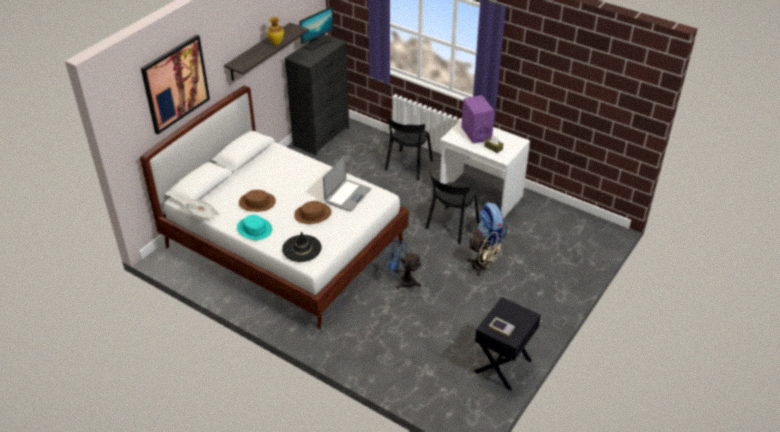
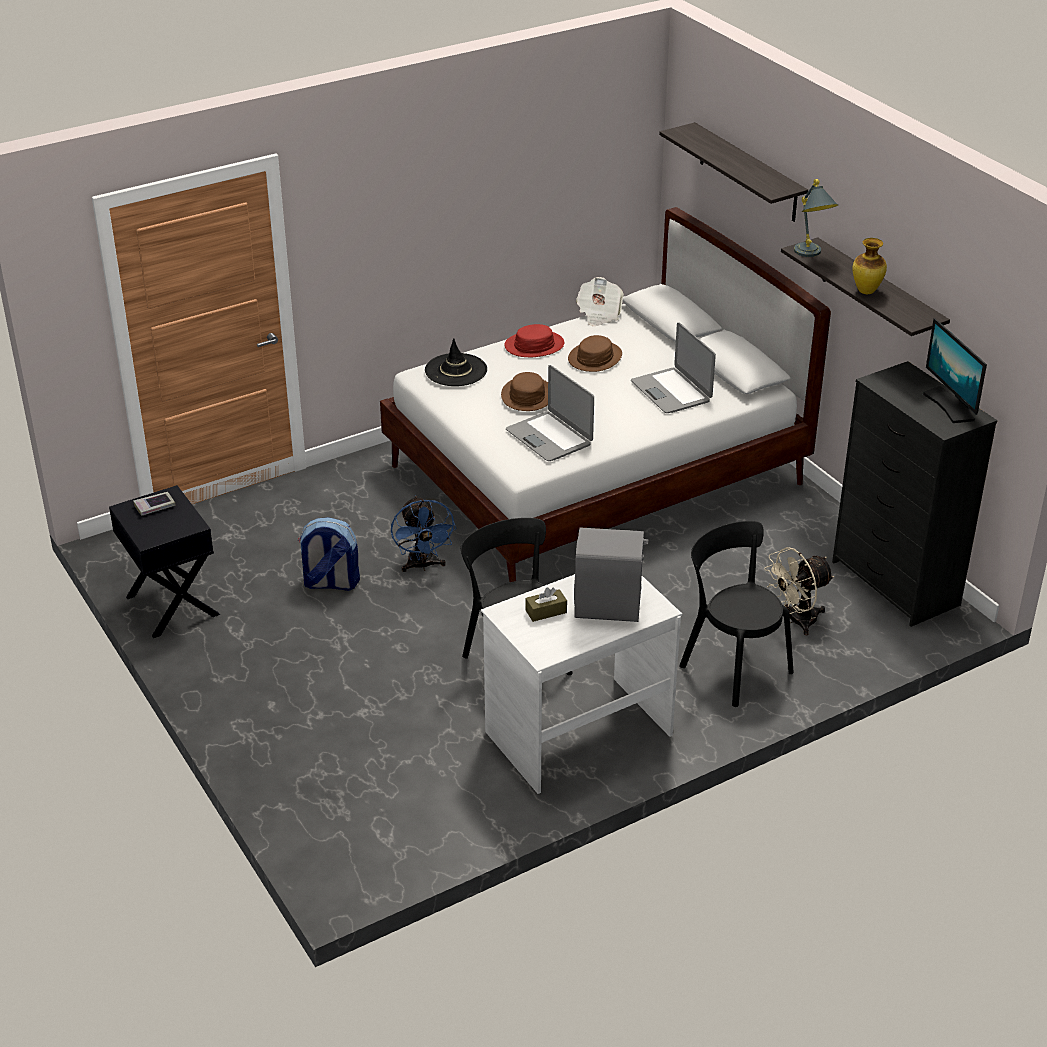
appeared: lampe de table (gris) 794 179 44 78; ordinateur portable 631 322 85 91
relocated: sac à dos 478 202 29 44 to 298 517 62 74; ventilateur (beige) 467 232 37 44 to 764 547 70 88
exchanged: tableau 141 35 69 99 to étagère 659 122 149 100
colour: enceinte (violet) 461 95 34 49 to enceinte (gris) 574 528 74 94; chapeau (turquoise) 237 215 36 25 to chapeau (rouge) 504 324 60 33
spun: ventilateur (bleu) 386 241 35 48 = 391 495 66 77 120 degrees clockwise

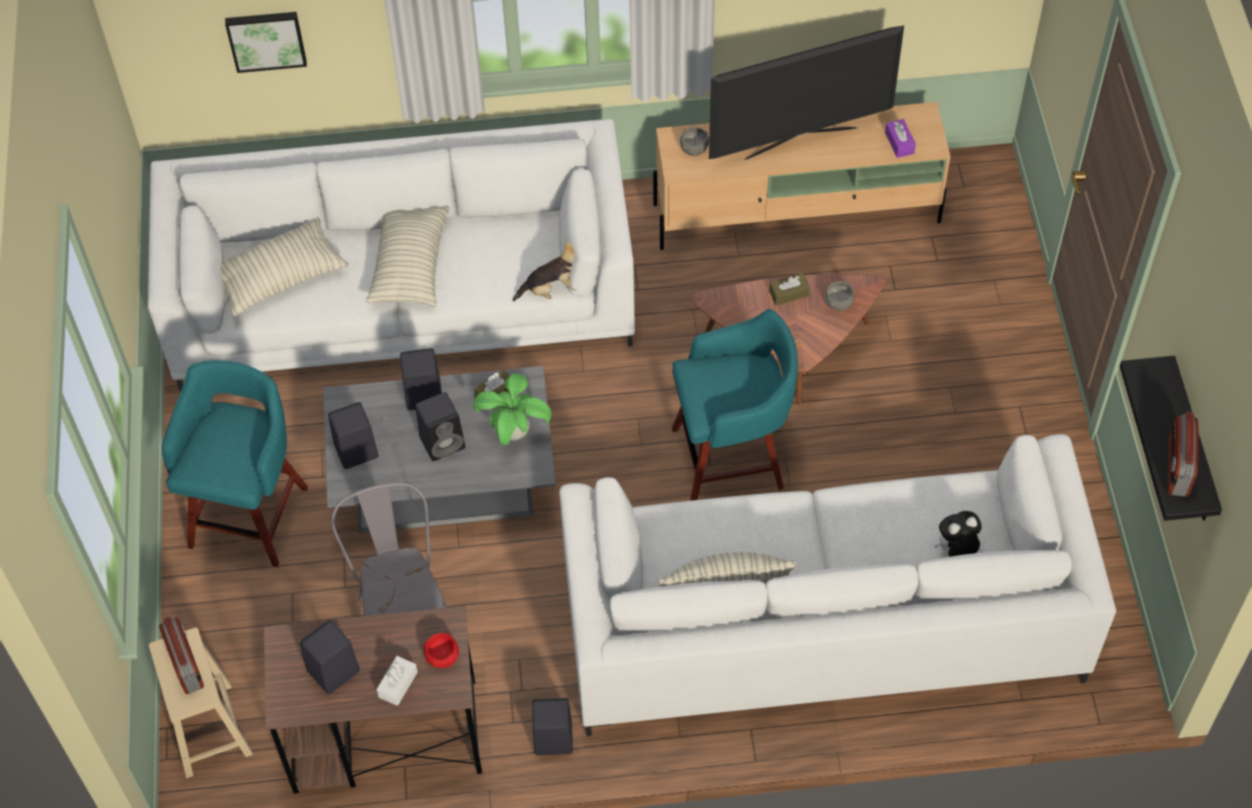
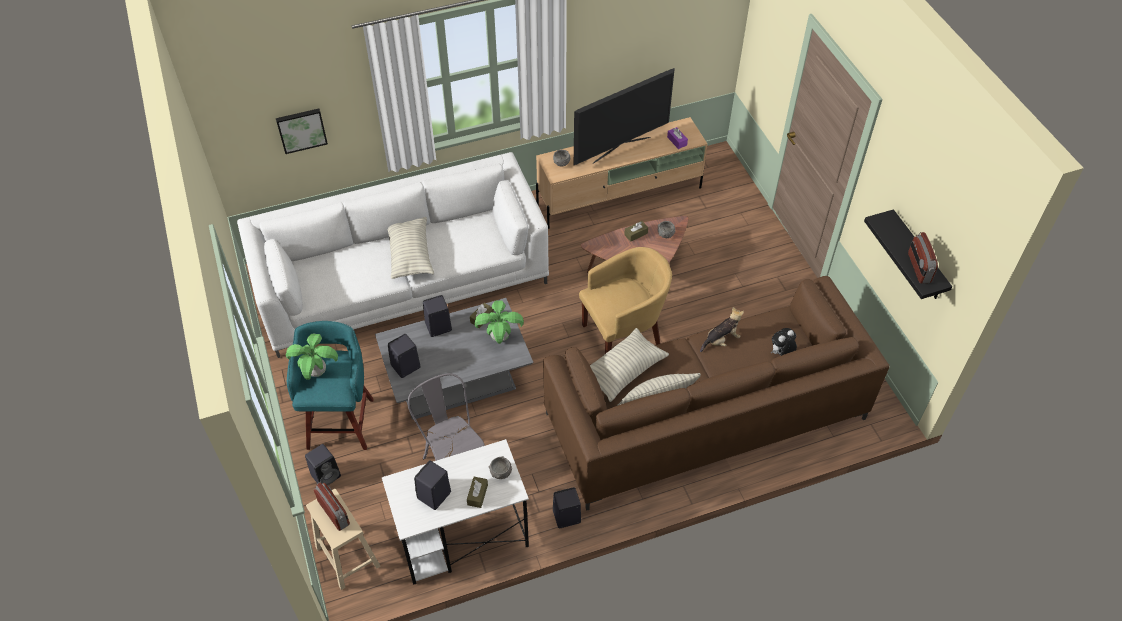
appeared: plante en pot 286 333 52 47
relocated: coussin 221 217 127 99 to 590 328 79 74; peluche 513 240 64 61 to 700 307 44 45; enceinte (noir) 415 392 50 69 to 305 444 36 41
exchanged: tabouret (turquoise) 672 309 126 192 to fauteuil (jaune) 579 247 93 107
colour: canapé (blanc) 559 434 557 302 to canapé (marron) 543 276 347 235; bureau (marron) 264 606 218 188 to bureau (blanc) 382 439 147 146; bol (rouge) 423 633 36 35 to bol (gris) 488 456 24 23; boîte à mouchoirs (blanc) 376 656 42 50 to boîte à mouchoirs (marron) 467 477 21 31

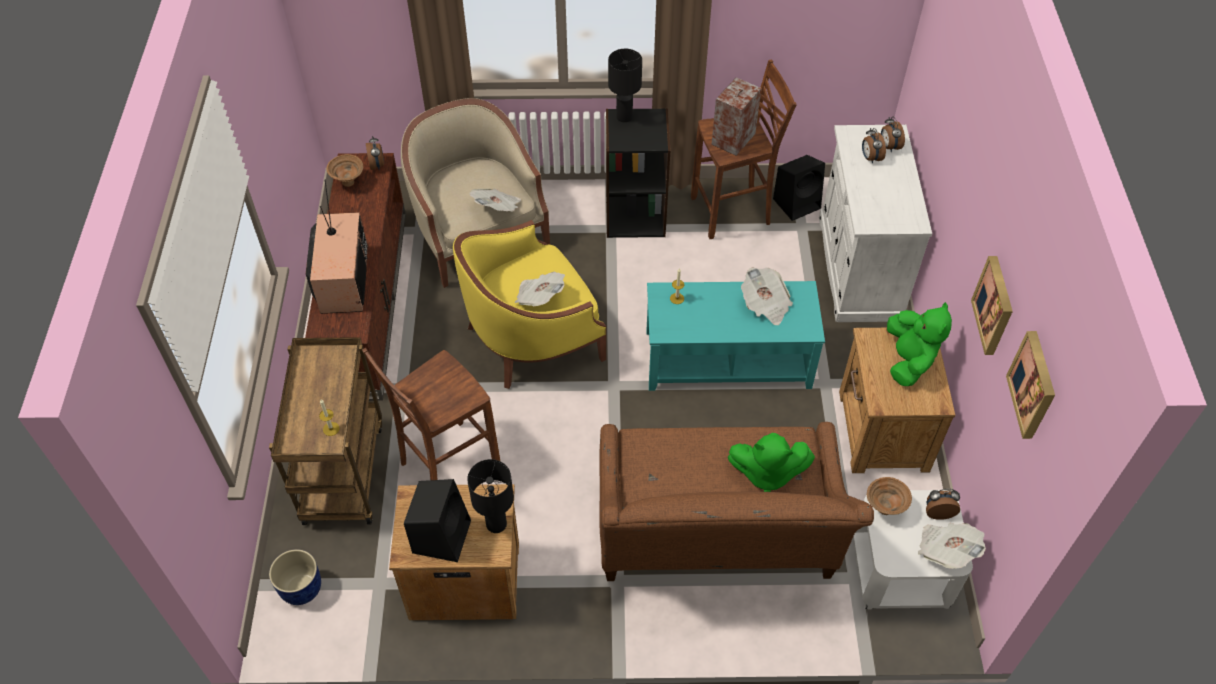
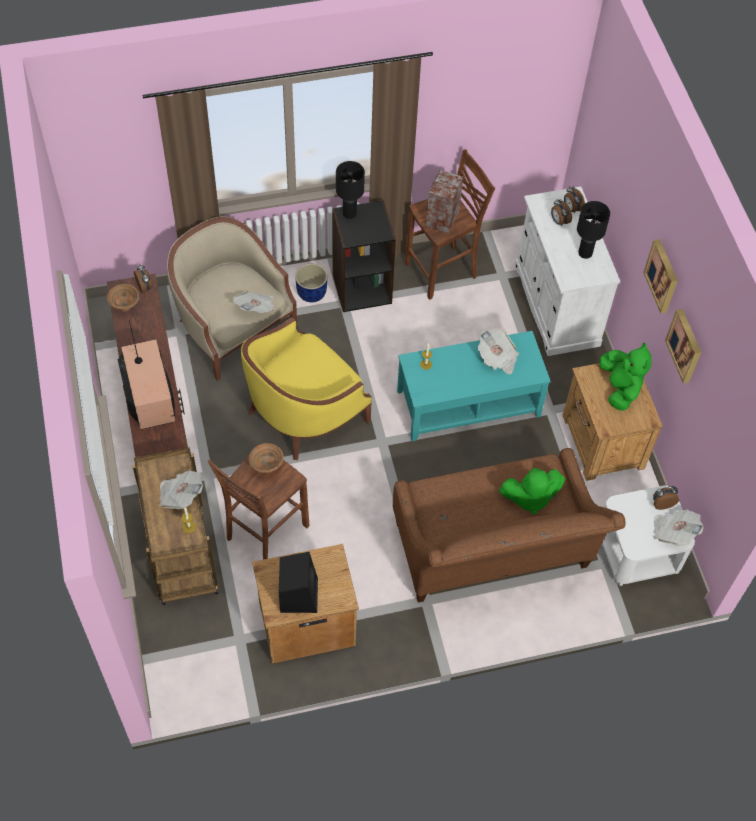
missing: enceinte (noir) 773 155 52 66
relocated: journal 515 271 50 35 to 159 470 44 40; tableau 1006 331 49 108 to 643 239 35 74; lampe de table (noir) 467 459 47 74 to 577 201 33 58; bol (marron) 867 477 45 38 to 249 443 35 30; cache-pot (bleu) 269 549 52 56 to 295 264 32 38

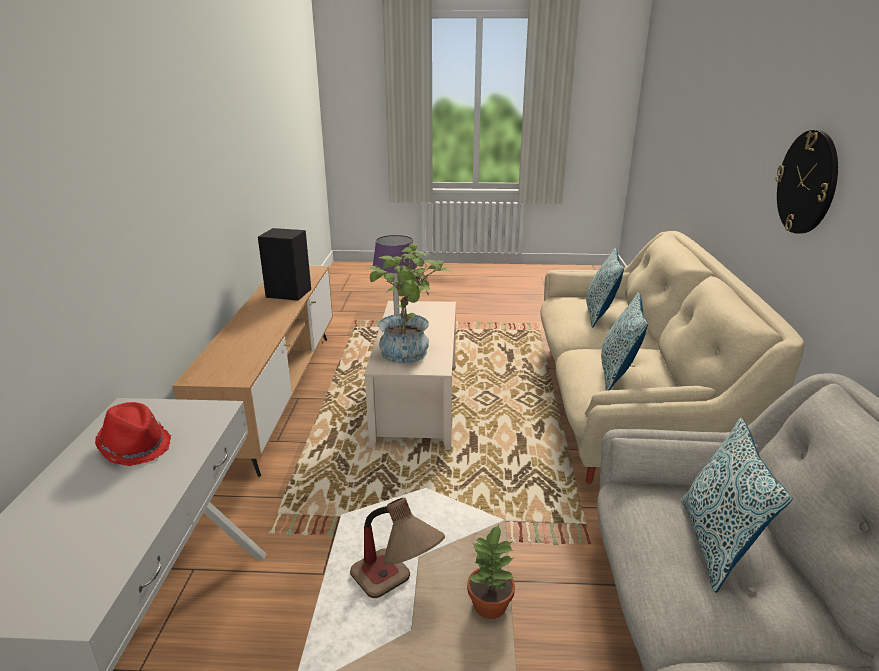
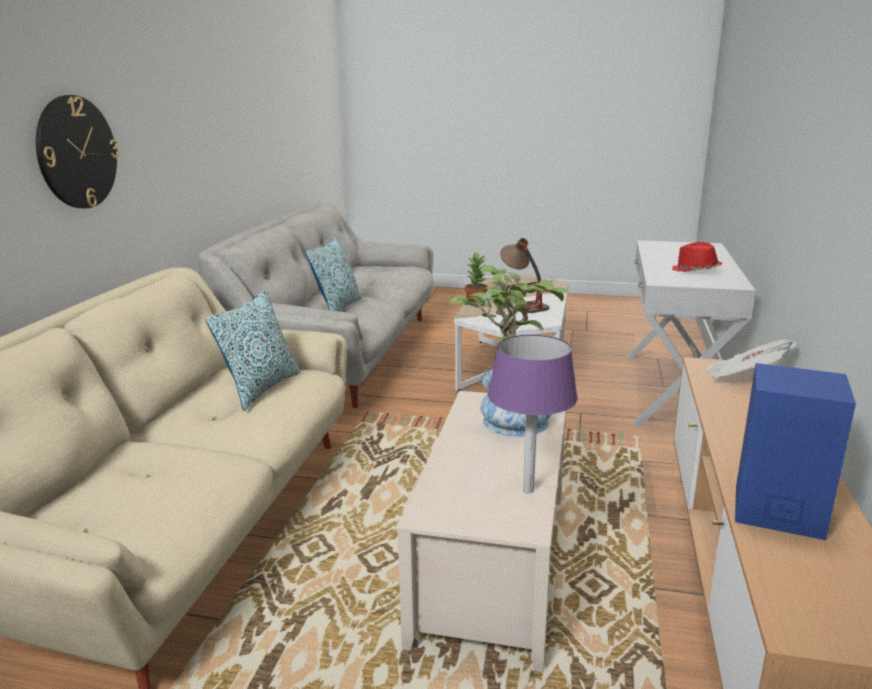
missing: coussin 586 248 38 80
appeared: journal 706 339 90 40
colour: enceinte (noir) 258 228 53 73 to enceinte (bleu) 735 363 121 177

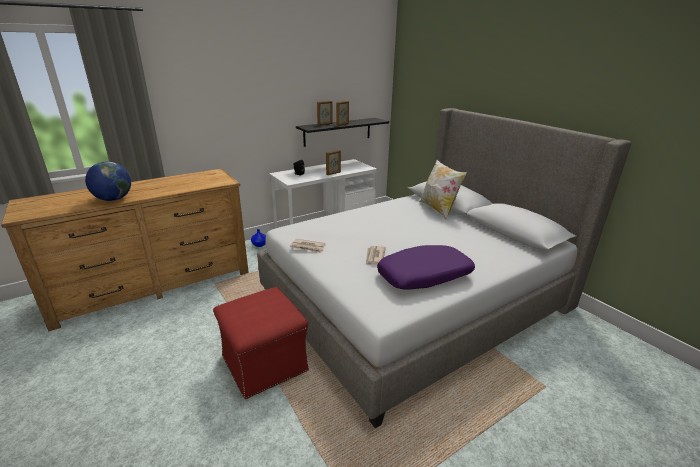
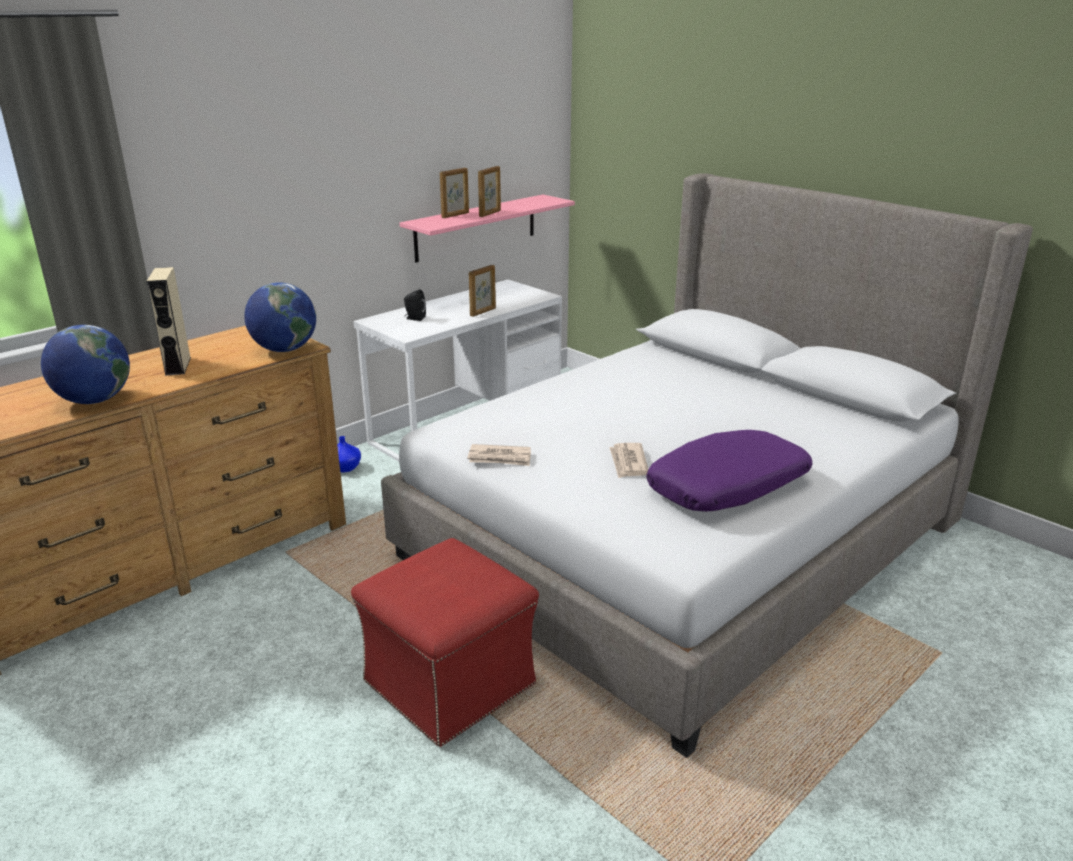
missing: coussin 419 160 48 60
appeared: enceinte (beige) 146 267 45 109; globe 244 282 72 70
colour: étagère (noir) 296 118 93 29 to étagère (rose) 399 195 176 68

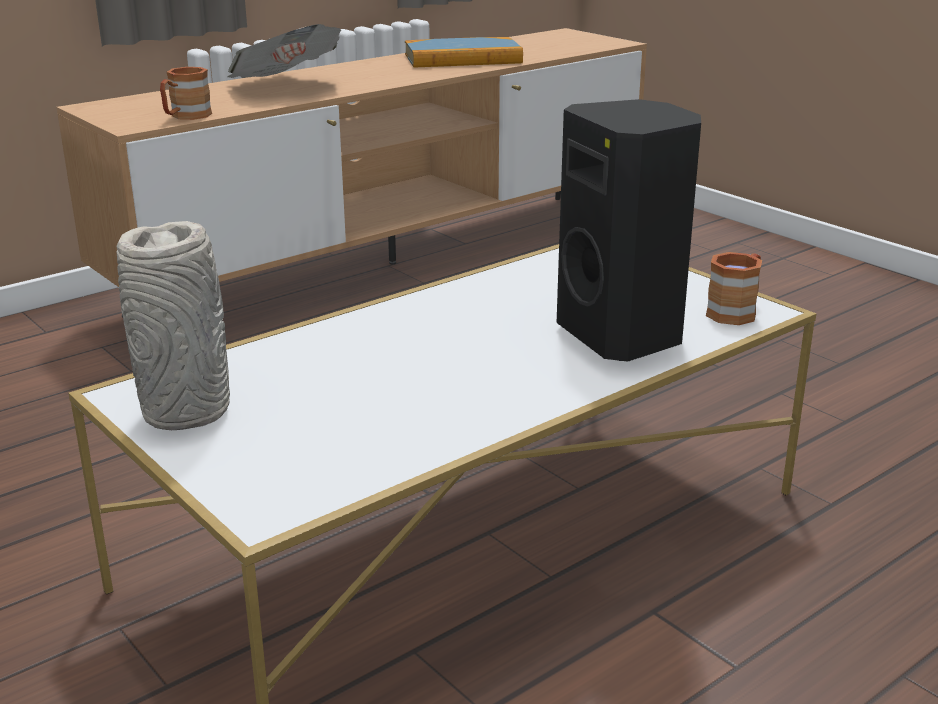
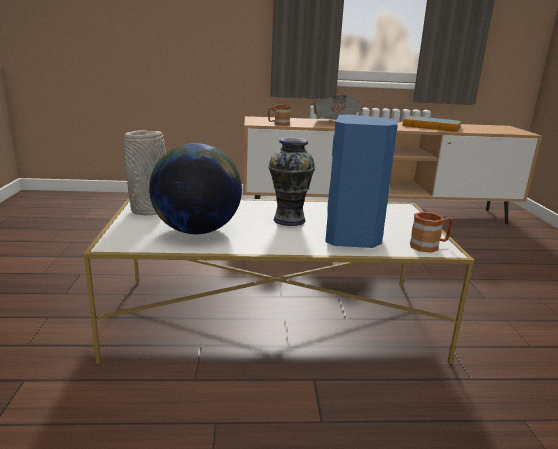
appeared: vase 268 138 47 88; globe 149 143 93 91
colour: enceinte (noir) 557 99 144 263 to enceinte (bleu) 325 115 73 133

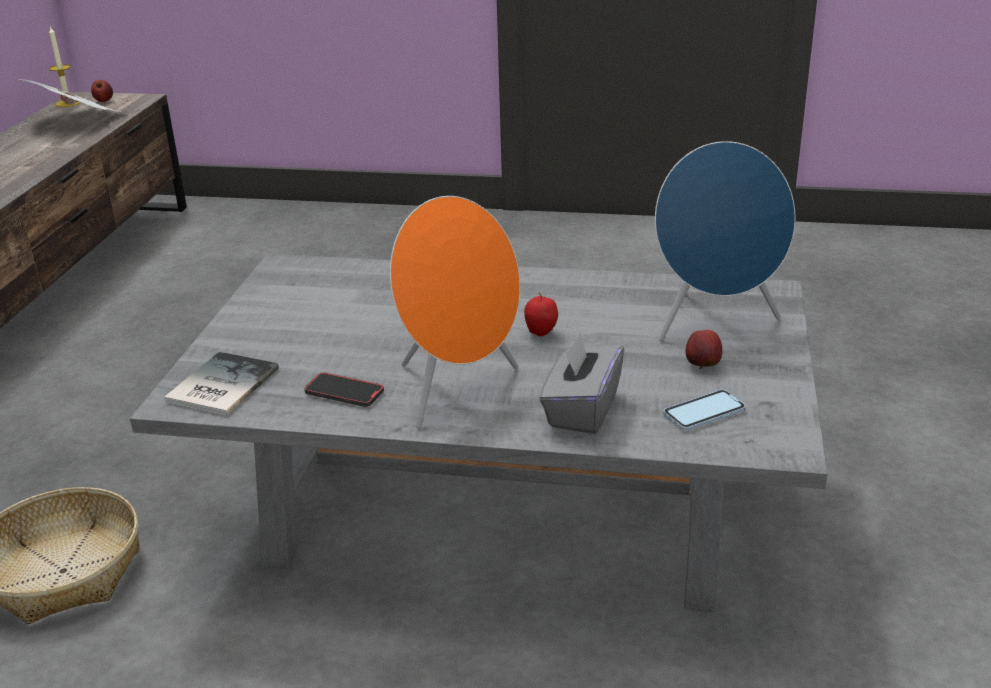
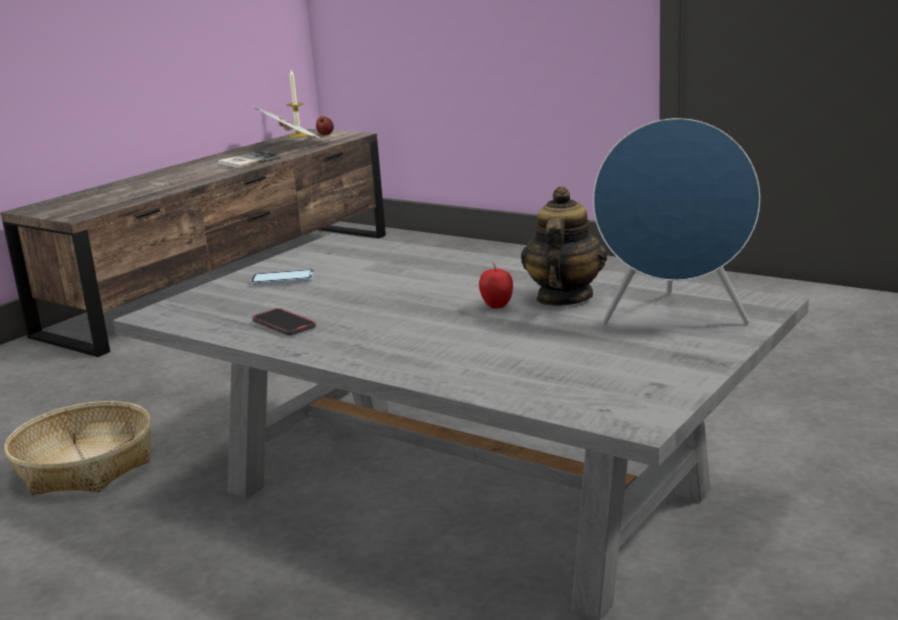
missing: enceinte (orange) 390 196 130 232; pomme 685 330 38 39; boîte à mouchoirs (gris) 539 332 85 102
appeared: théière 521 186 86 120
relocated: livre 165 352 114 64 to 218 151 63 17; téléphone 663 390 83 41 to 250 269 64 16

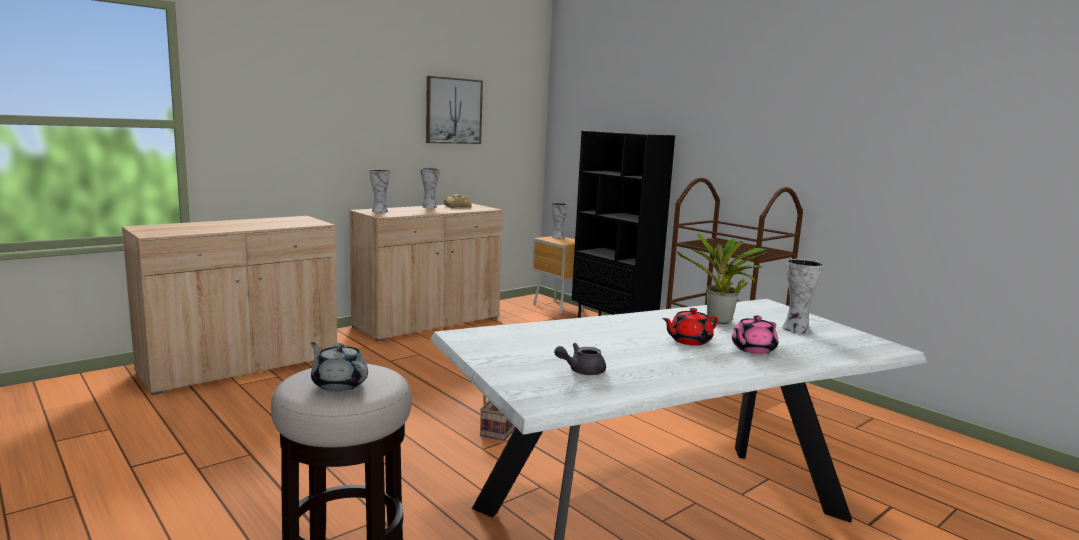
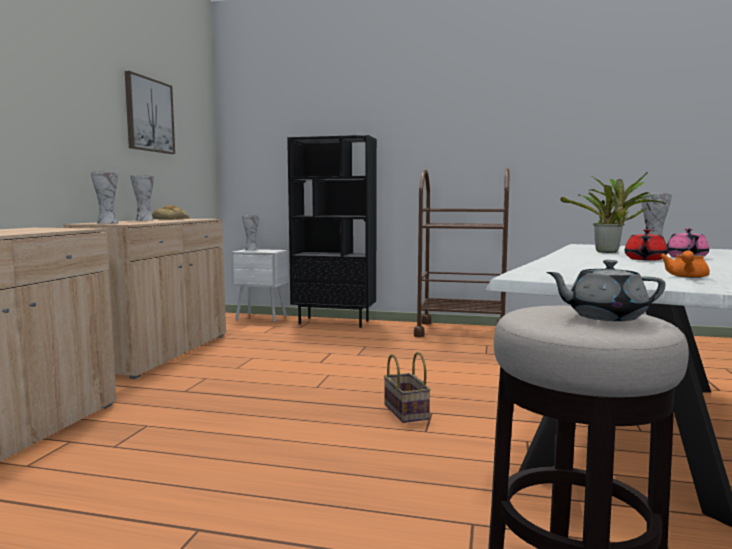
colour: table de chevet (marron) 532 236 51 78 to table de chevet (blanc) 231 249 57 73; théière (gris) 554 343 52 32 to théière (orange) 660 250 50 28

